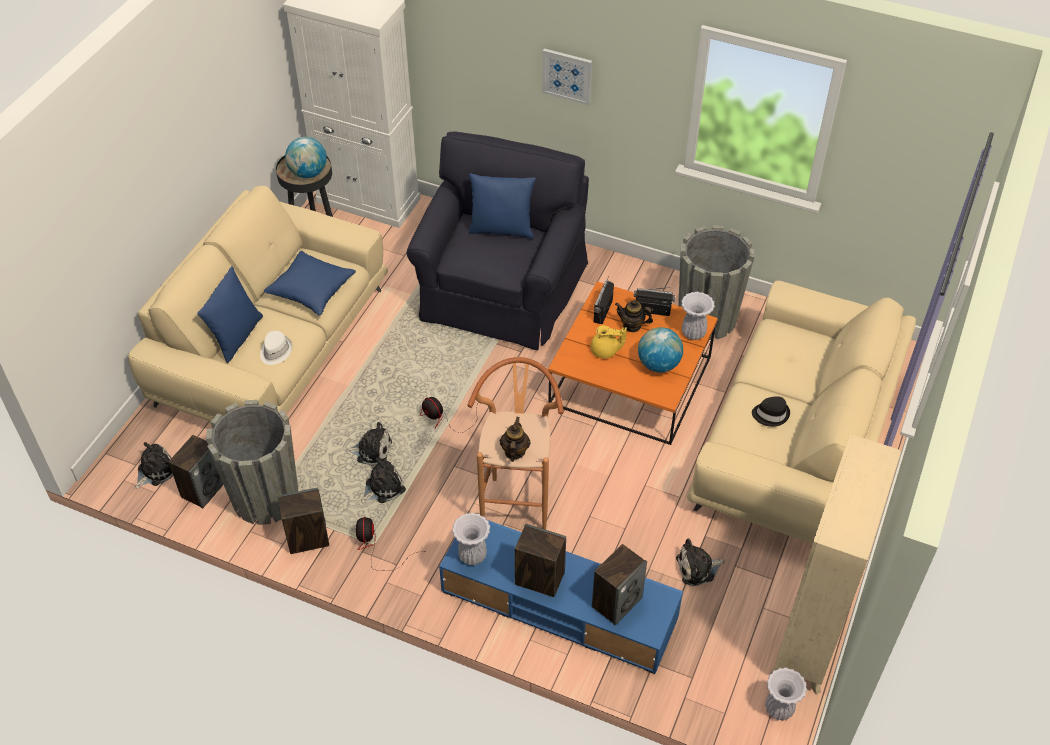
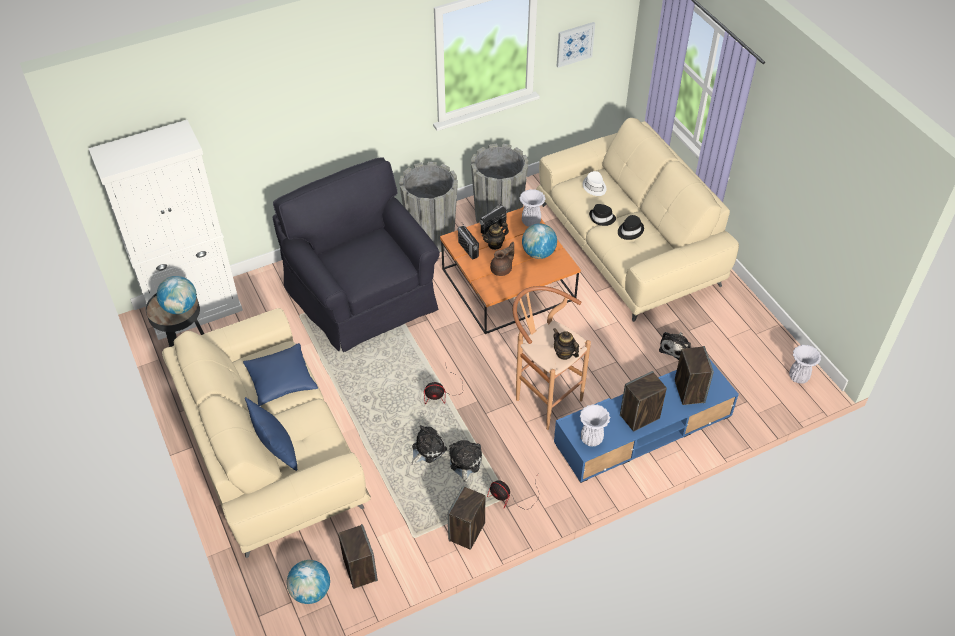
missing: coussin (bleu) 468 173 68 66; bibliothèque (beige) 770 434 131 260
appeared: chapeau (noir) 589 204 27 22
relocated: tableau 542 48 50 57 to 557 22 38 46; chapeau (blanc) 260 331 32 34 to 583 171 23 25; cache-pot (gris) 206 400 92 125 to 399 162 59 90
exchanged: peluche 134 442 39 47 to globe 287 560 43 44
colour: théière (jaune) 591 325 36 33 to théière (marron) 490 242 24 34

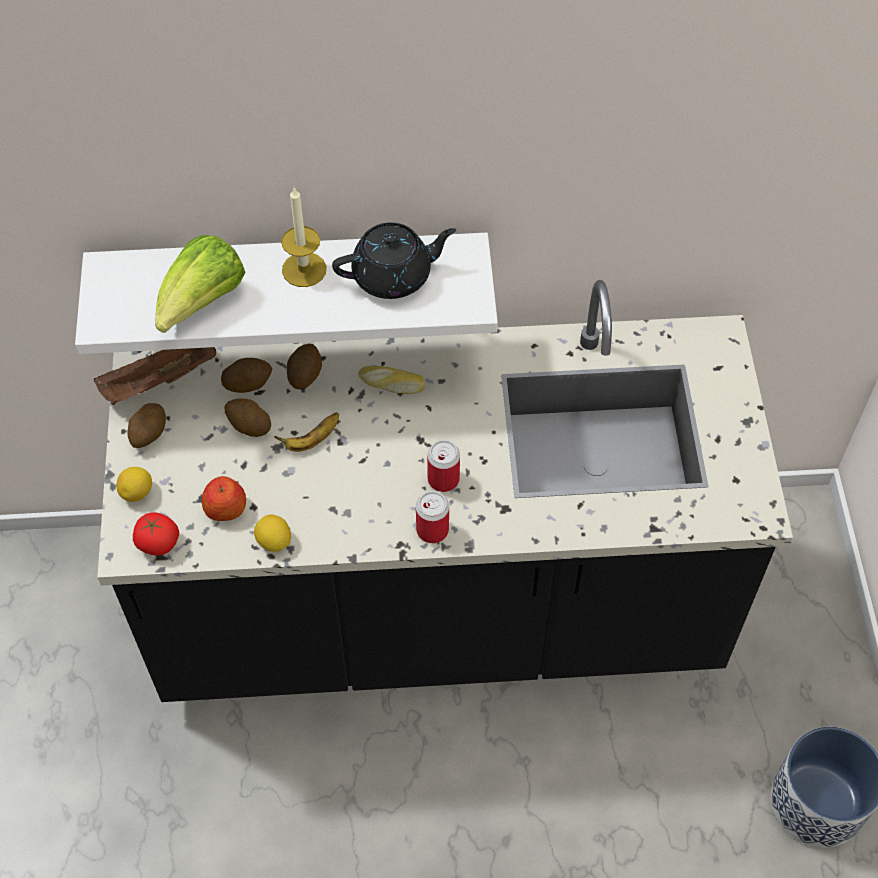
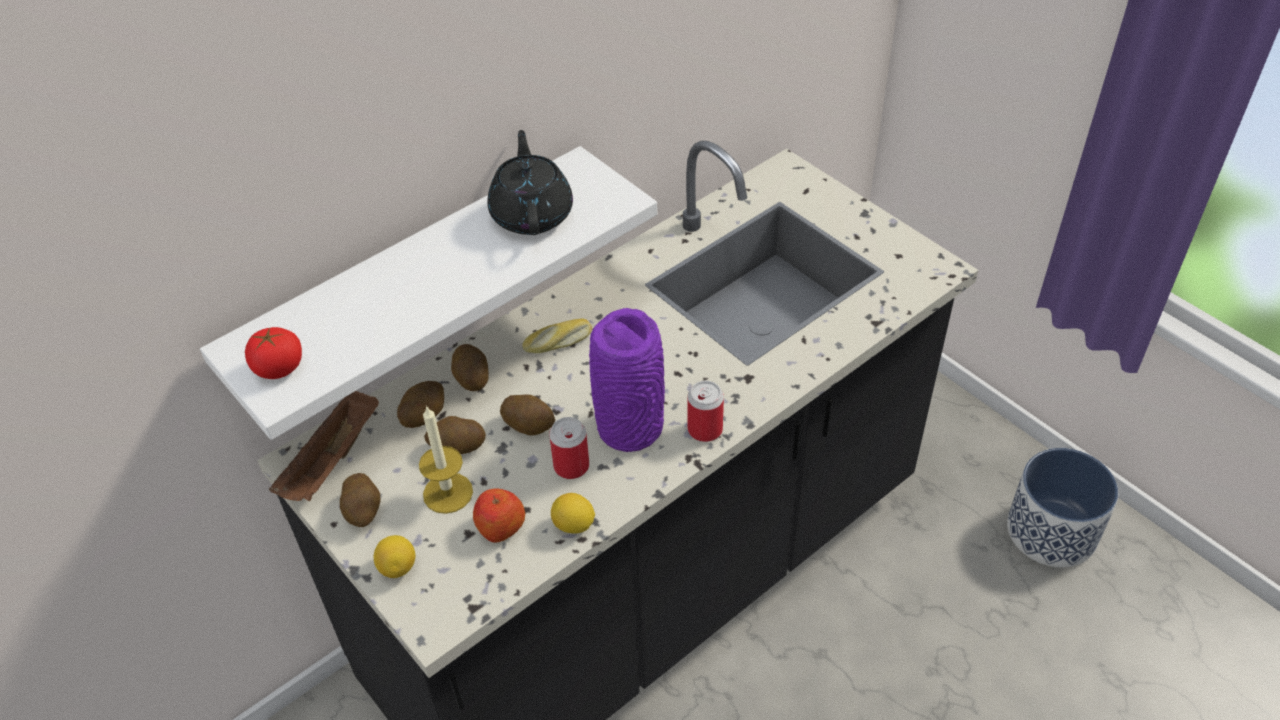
missing: laitue 155 235 91 98
appeared: vase (violet) 589 308 76 144
relocated: bougie 281 188 46 99 to 419 405 54 109; boîte métallique 427 440 33 52 to 549 417 40 62; tomate 133 512 46 44 to 245 327 57 52
exchanged: banane 274 412 65 40 to pomme de terre 500 394 55 42
spun: théière (noir) 332 222 124 77 = 487 130 86 105 45 degrees counterclockwise

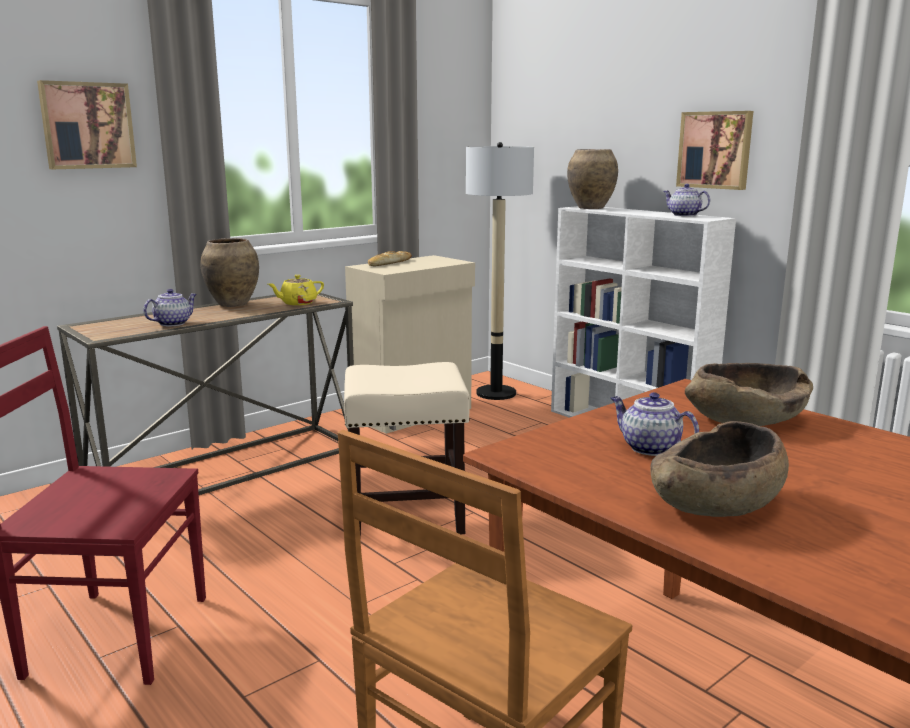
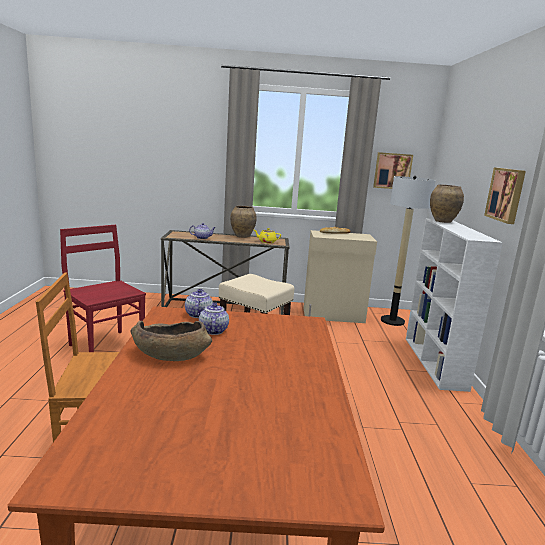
missing: bol (marron) 685 363 128 63
relocated: tableau 37 80 100 89 to 373 152 40 37; théière 663 184 47 33 to 185 289 28 29

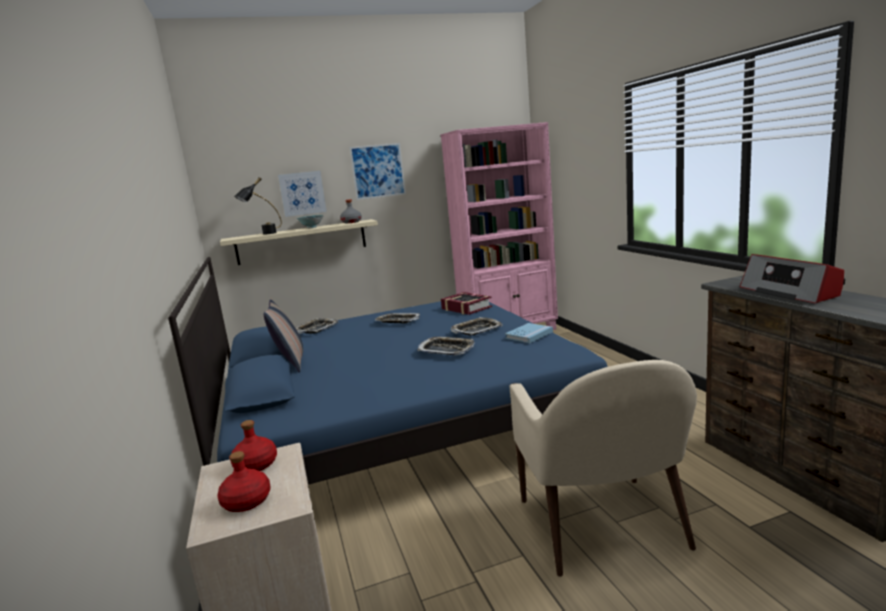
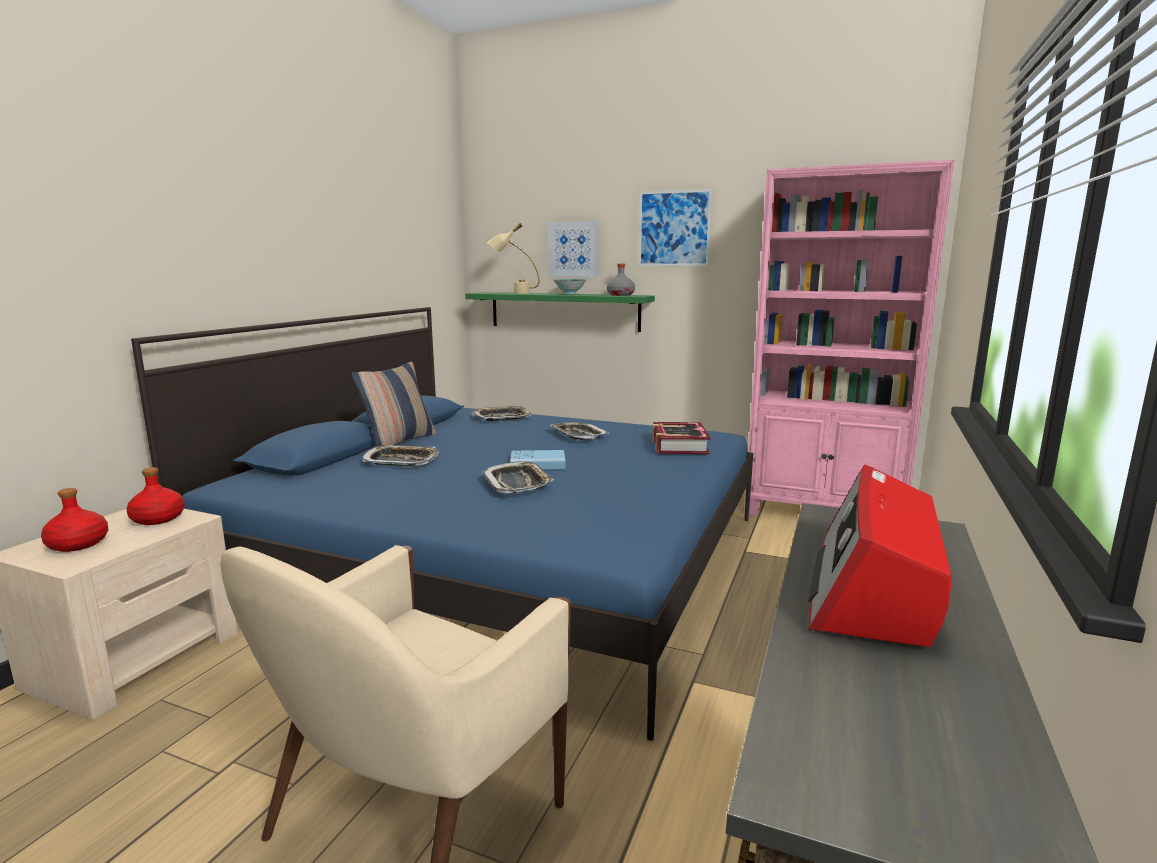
relocated: plateau 451 317 52 19 to 363 445 76 21; livre (bleu) 505 323 48 20 to 510 450 56 19
colour: lampe de table (noir) 234 177 48 58 to lampe de table (beige) 487 223 52 71; étagère (beige) 220 219 158 46 to étagère (vert) 465 292 190 40

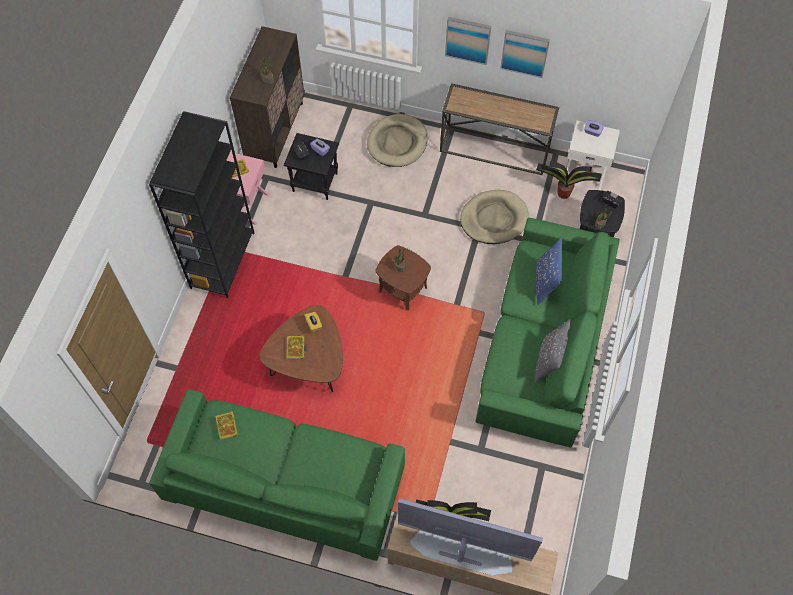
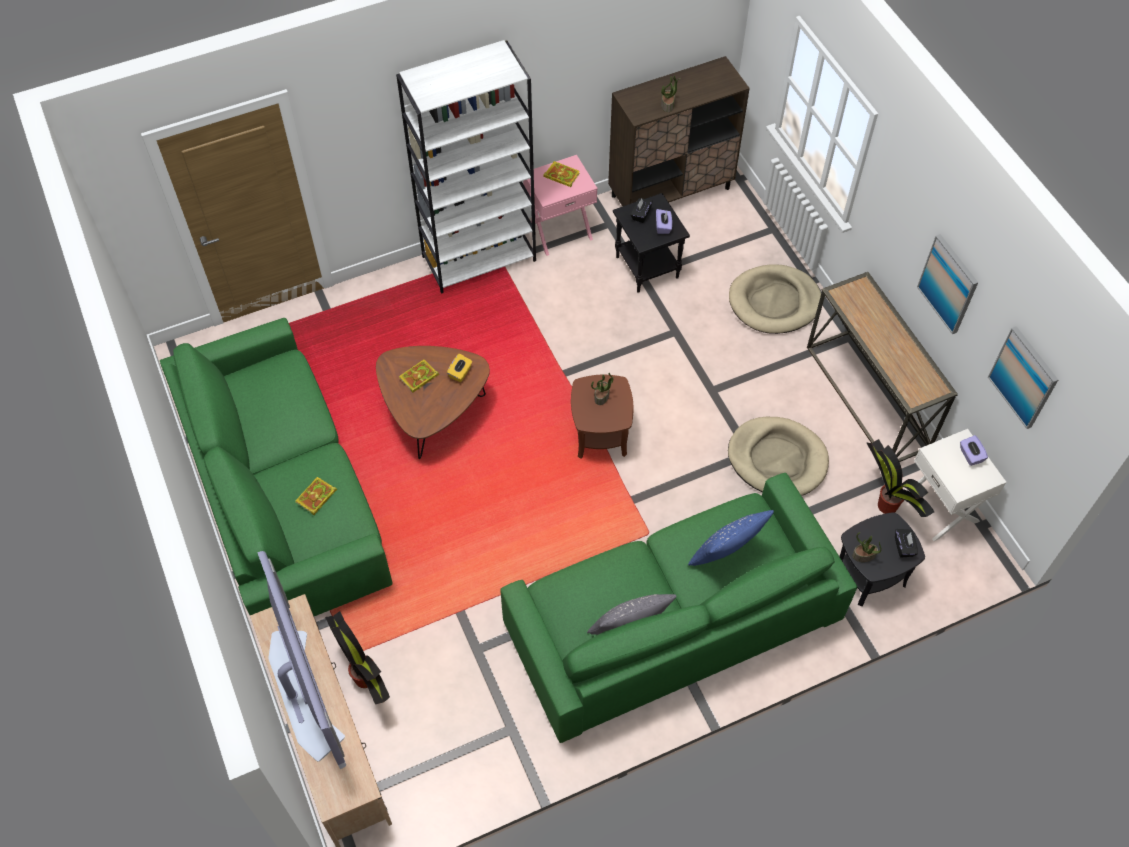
relocated: tableau 445 17 46 48 to 988 326 70 103; livre 215 411 24 29 to 296 477 41 38
colour: bibliothèque (noir) 149 111 105 187 to bibliothèque (blanc) 396 40 140 254

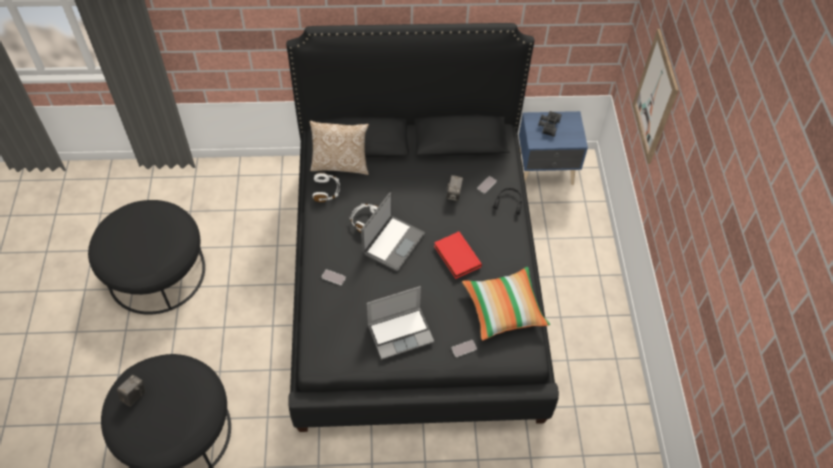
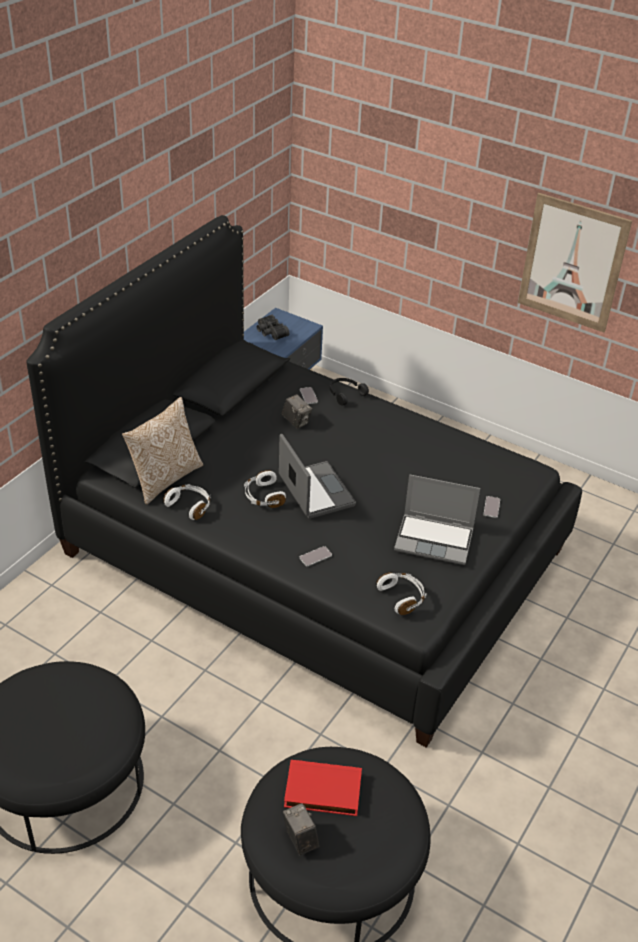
missing: coussin 462 267 88 74
appeared: casque audio (blanc) 376 572 50 43
relocated: tableau 632 29 47 135 to 518 193 114 139; livre (rouge) 434 231 48 48 to 284 760 78 56
spun: ordinateur portable 367 286 67 73 = 394 474 86 91 90 degrees clockwise

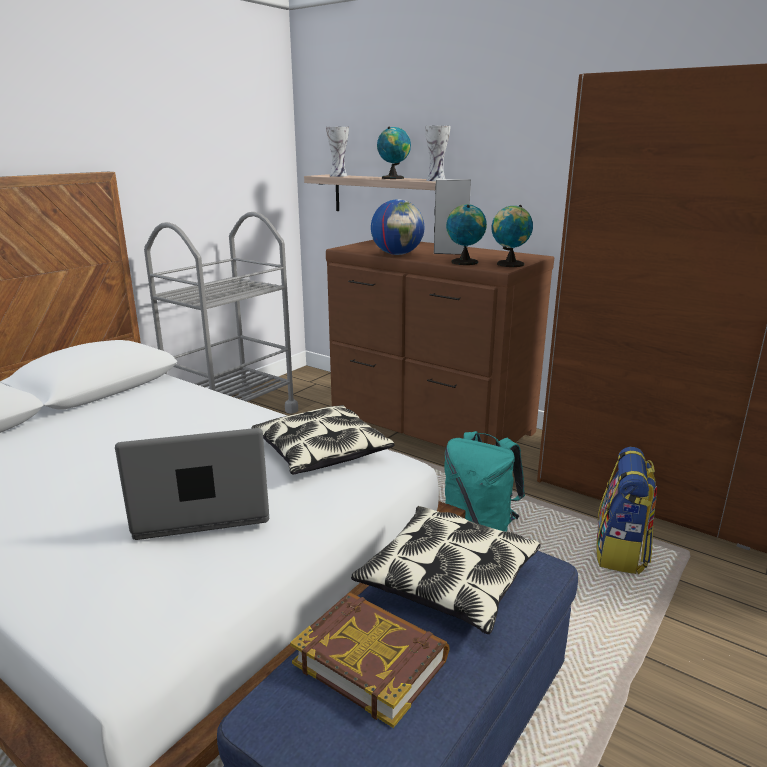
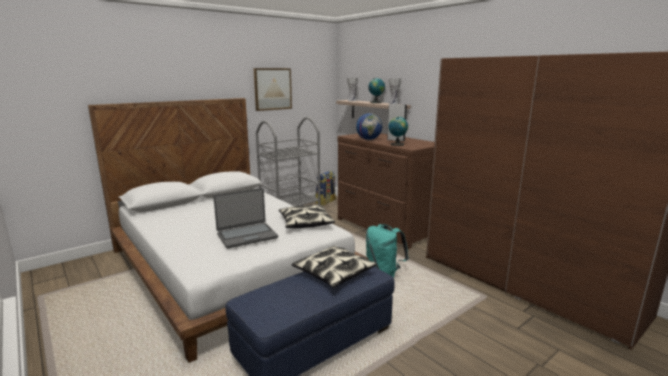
missing: globe 492 205 41 62; livre 290 592 160 136
appeared: tableau 254 68 38 43
relocated: sac à dos 596 447 61 128 to 315 171 21 34
spun: ordinateur portable 115 428 154 112 = 213 188 65 60 150 degrees clockwise

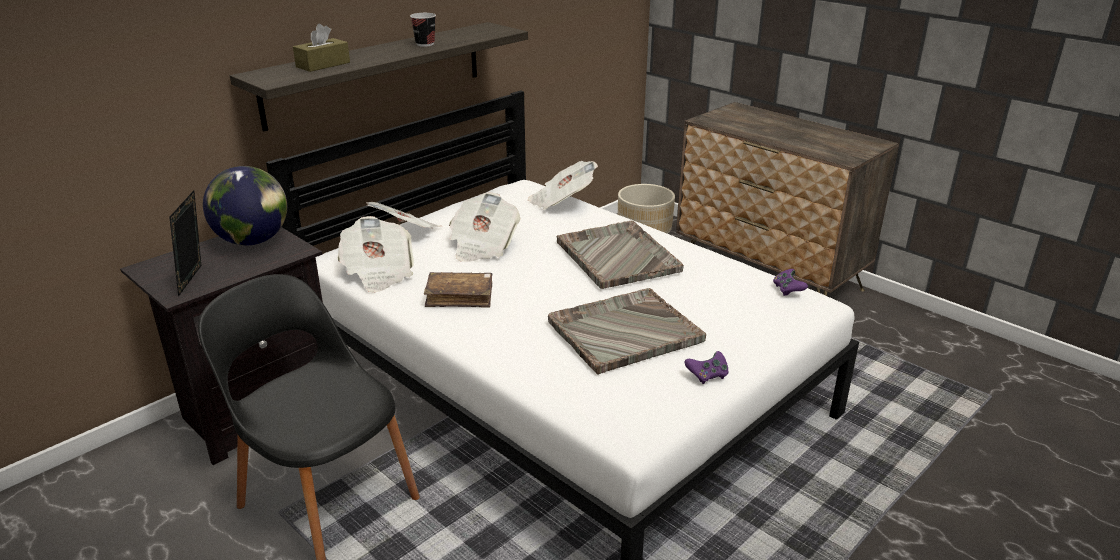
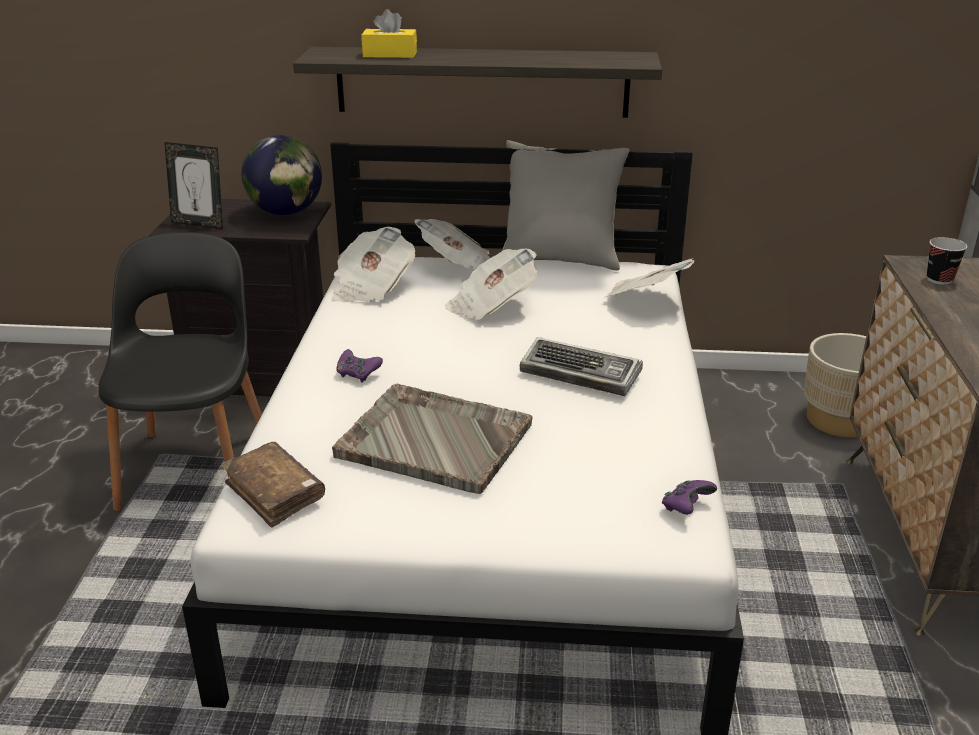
appeared: coussin (gris) 502 140 127 131
relocated: tasse 410 13 26 34 to 927 237 40 48; livre (marron) 424 272 68 36 to 221 442 104 86; manette (violet) 685 351 43 33 to 336 349 47 34
exchanged: plateau (gris) 556 221 128 68 to clavier 520 337 123 59
colour: boîte à mouchoirs (marron) 293 24 57 48 to boîte à mouchoirs (jaune) 361 9 56 49
spun: cadre photo 169 190 32 107 = 164 142 59 88 120 degrees counterclockwise

